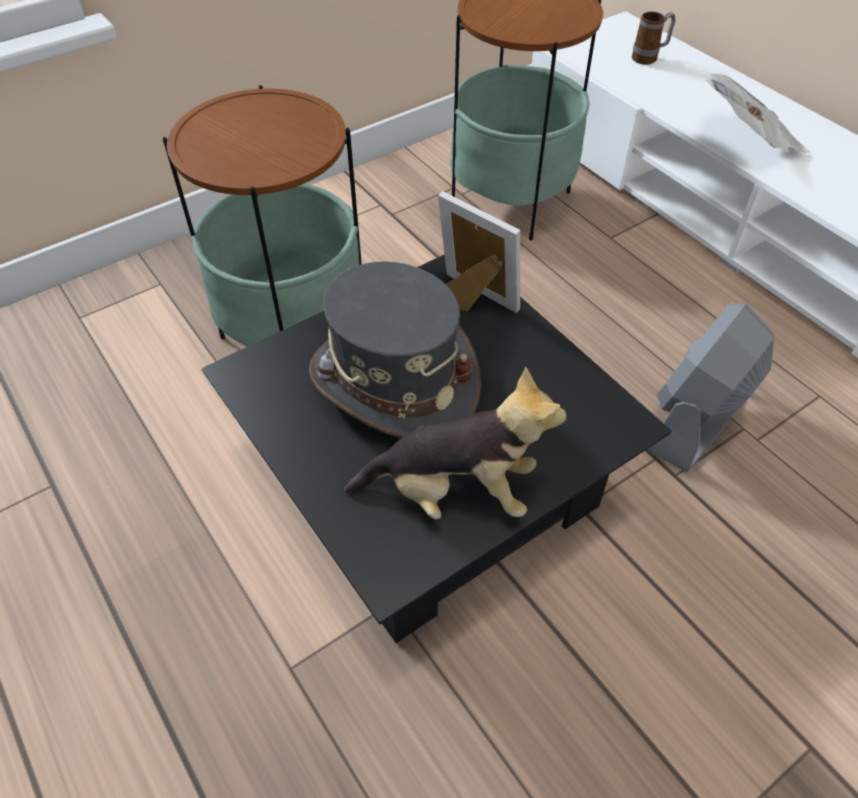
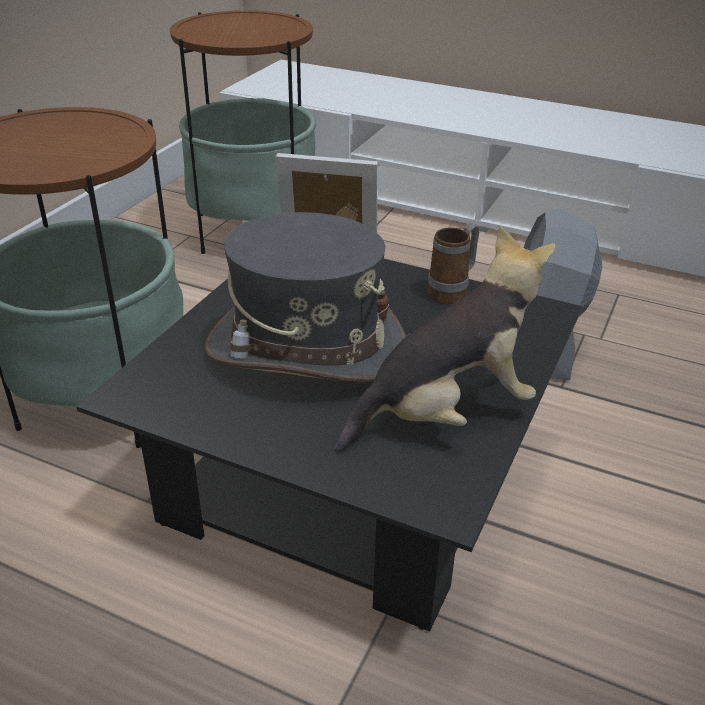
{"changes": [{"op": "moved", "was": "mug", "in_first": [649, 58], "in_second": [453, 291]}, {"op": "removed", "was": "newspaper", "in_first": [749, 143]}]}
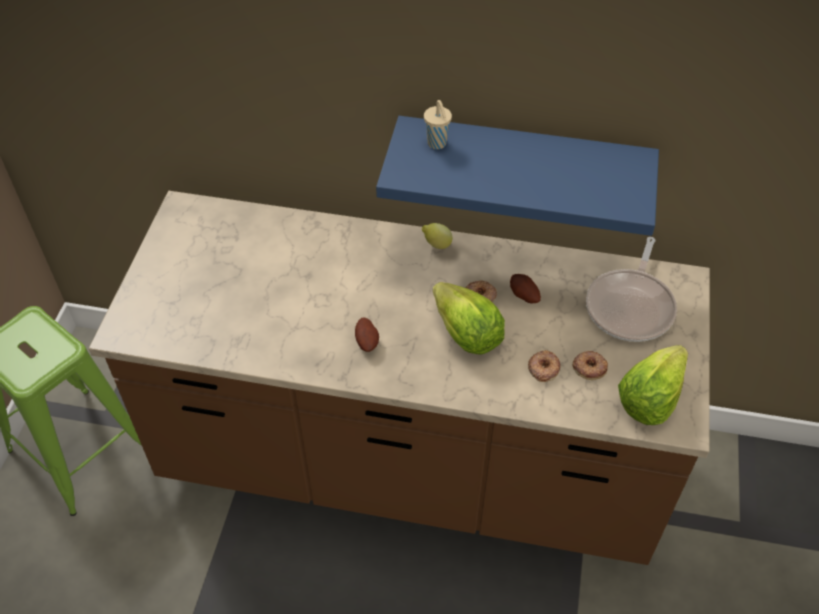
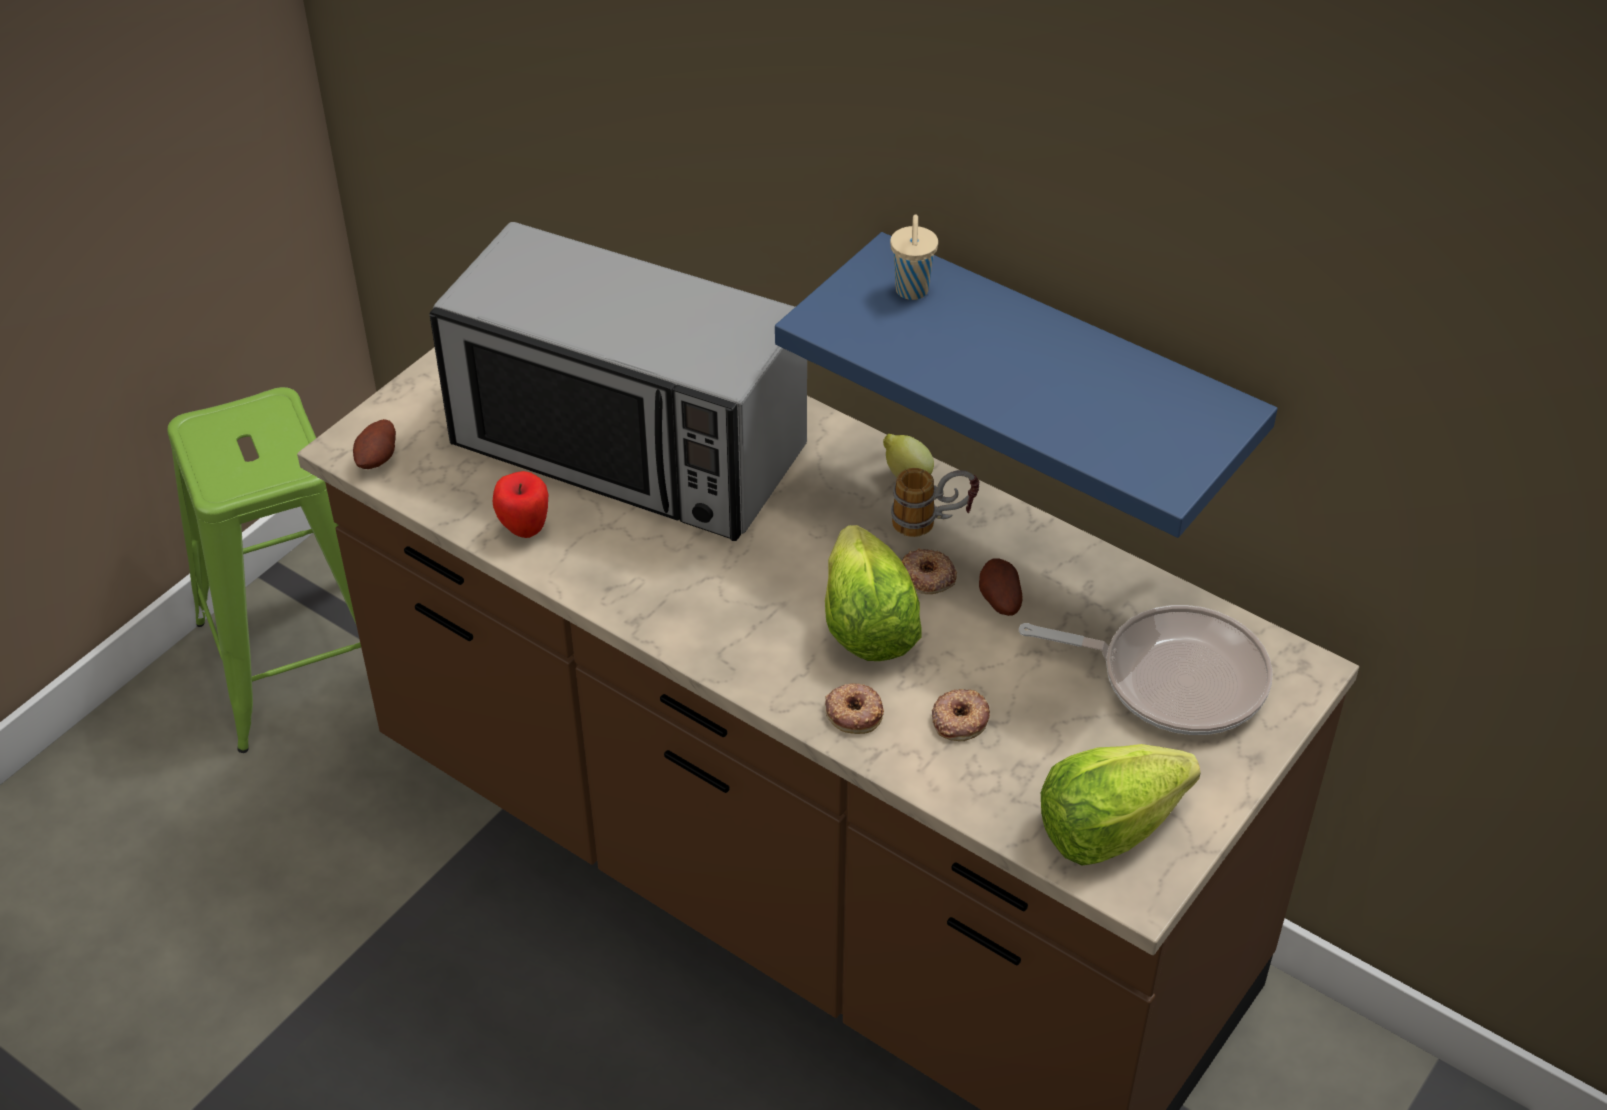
{"changes": [{"op": "moved", "was": "potato", "in_first": [367, 341], "in_second": [379, 459]}, {"op": "moved", "was": "donut", "in_first": [589, 367], "in_second": [854, 712]}, {"op": "turned", "was": "frying_pan", "in_first": [631, 306], "in_second": [1173, 678], "clockwise": -120}, {"op": "added", "now": "microwave", "in_second": [628, 448]}, {"op": "added", "now": "apple", "in_second": [525, 530]}, {"op": "added", "now": "mug", "in_second": [933, 523]}]}
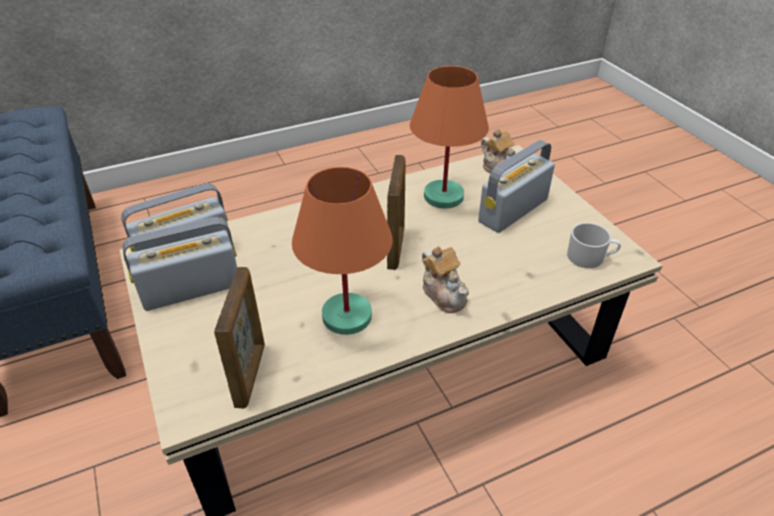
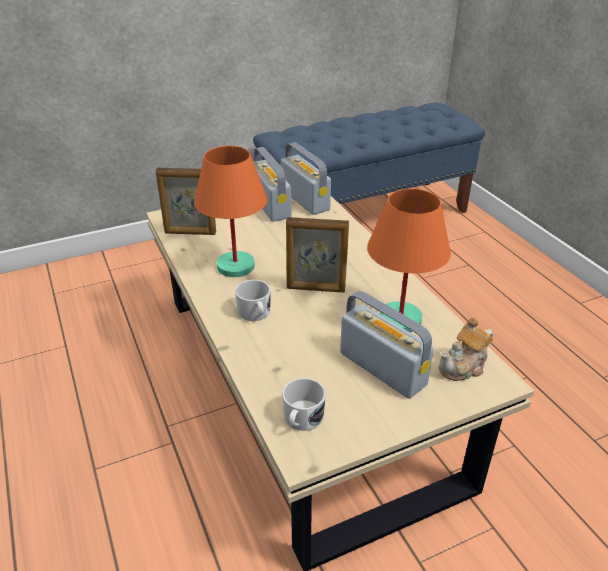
{"changes": [{"op": "replaced", "was": "teapot", "now": "white_mug", "in_first": [444, 293], "in_second": [255, 314]}]}
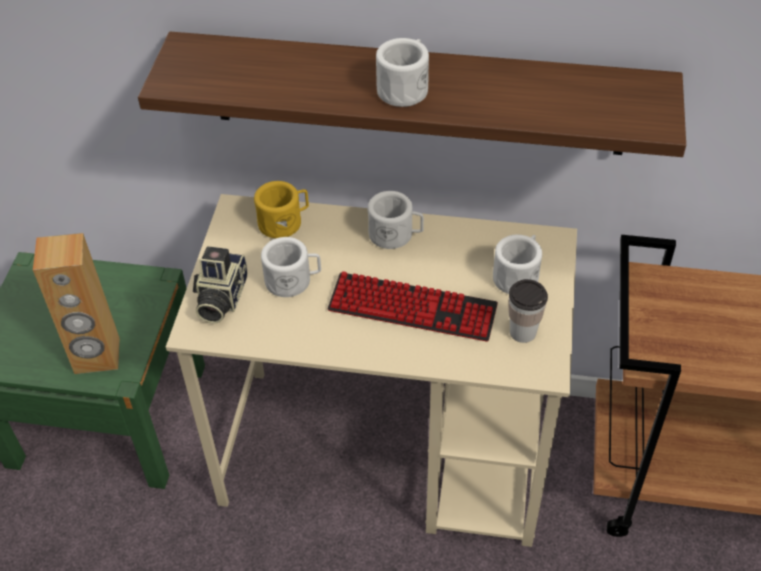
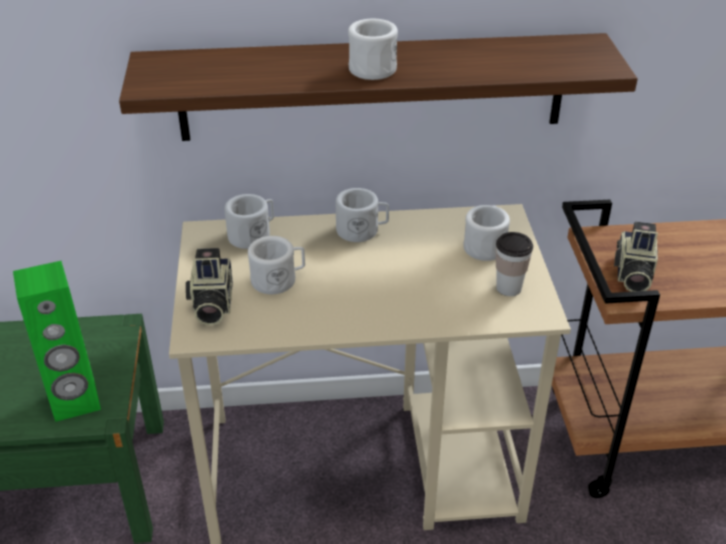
{"changes": [{"op": "recoloured", "was": "brown_speaker", "now": "green_speaker", "in_first": [97, 356], "in_second": [75, 402]}, {"op": "recoloured", "was": "yellow_mug", "now": "white_mug", "in_first": [284, 222], "in_second": [253, 235]}, {"op": "removed", "was": "keyboard", "in_first": [412, 309]}, {"op": "added", "now": "photo_camera", "in_second": [632, 275]}]}
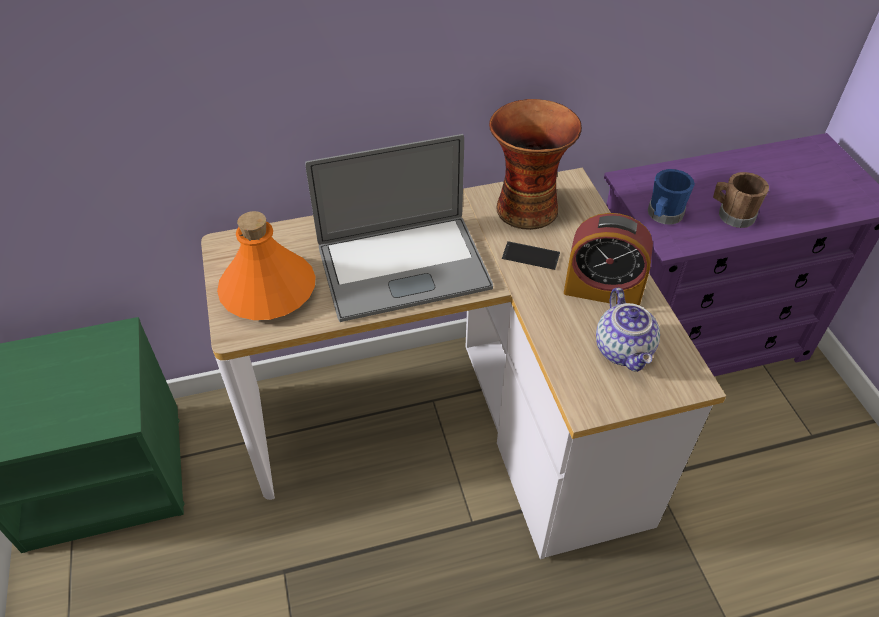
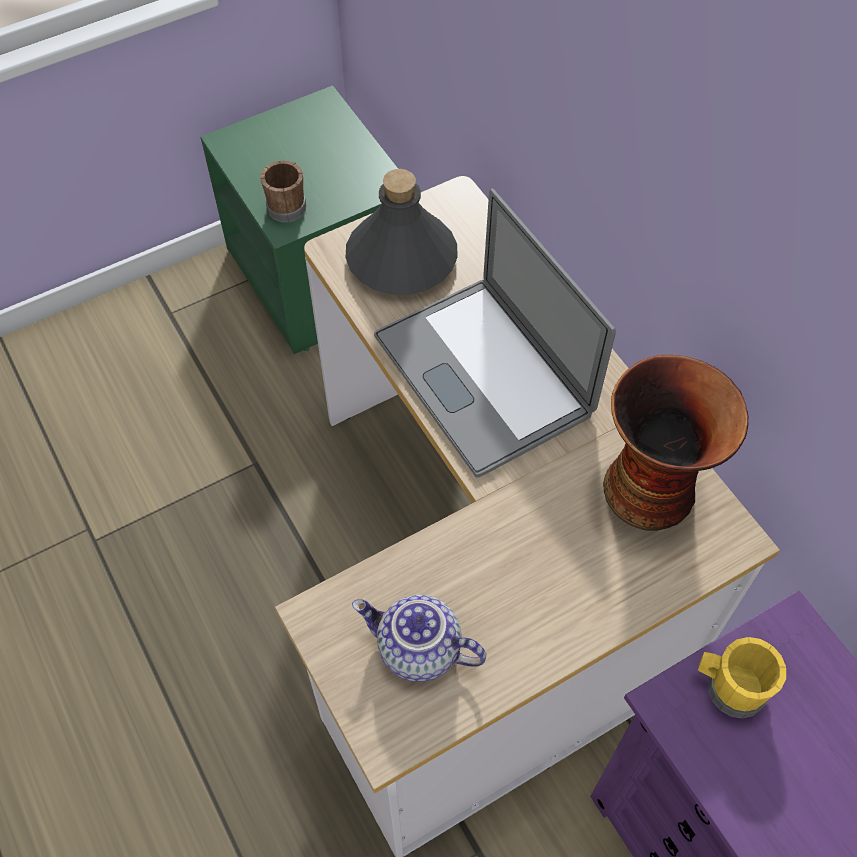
{"changes": [{"op": "recoloured", "was": "orange_bottle", "now": "grey_bottle", "in_first": [267, 290], "in_second": [402, 258]}, {"op": "removed", "was": "phone", "in_first": [530, 256]}, {"op": "removed", "was": "alarm_clock", "in_first": [602, 290]}, {"op": "turned", "was": "teapot", "in_first": [625, 350], "in_second": [417, 651], "clockwise": 45}, {"op": "recoloured", "was": "blue_mug", "now": "yellow_mug", "in_first": [663, 215], "in_second": [729, 687]}, {"op": "moved", "was": "brown_mug", "in_first": [732, 215], "in_second": [288, 204]}]}
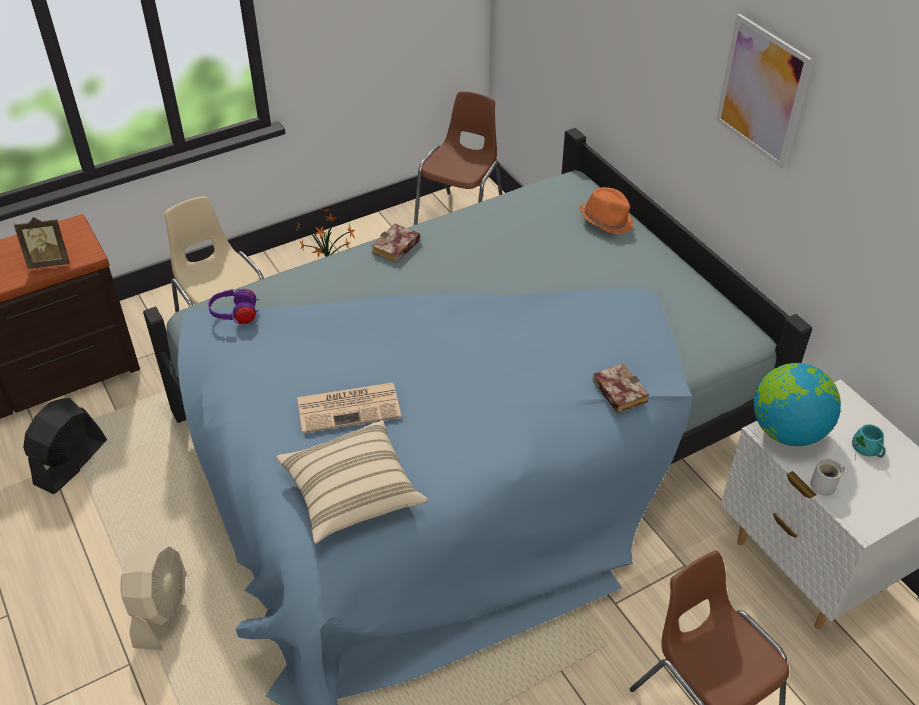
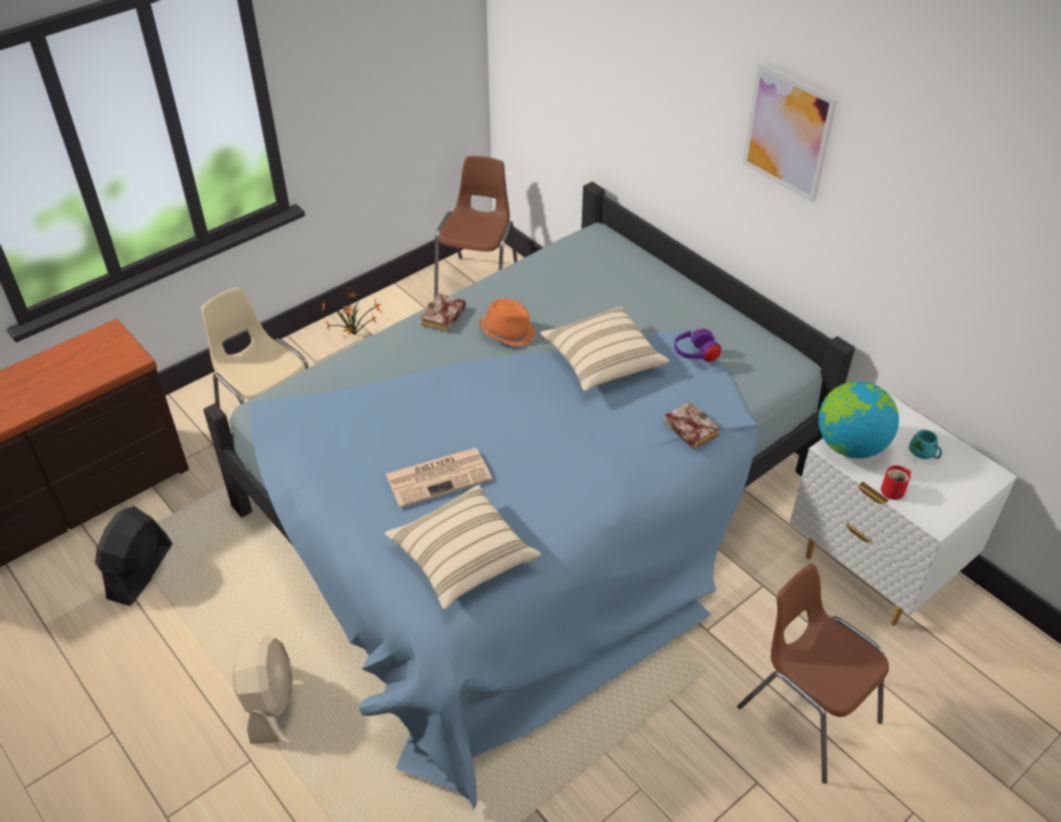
{"changes": [{"op": "removed", "was": "picture_frame", "in_first": [50, 262]}, {"op": "moved", "was": "purple_headphones", "in_first": [236, 315], "in_second": [696, 355]}, {"op": "moved", "was": "orange_hat", "in_first": [606, 220], "in_second": [507, 331]}, {"op": "recoloured", "was": "white_mug", "now": "red_mug", "in_first": [825, 485], "in_second": [894, 490]}, {"op": "added", "now": "beige_pillow", "in_second": [602, 362]}]}
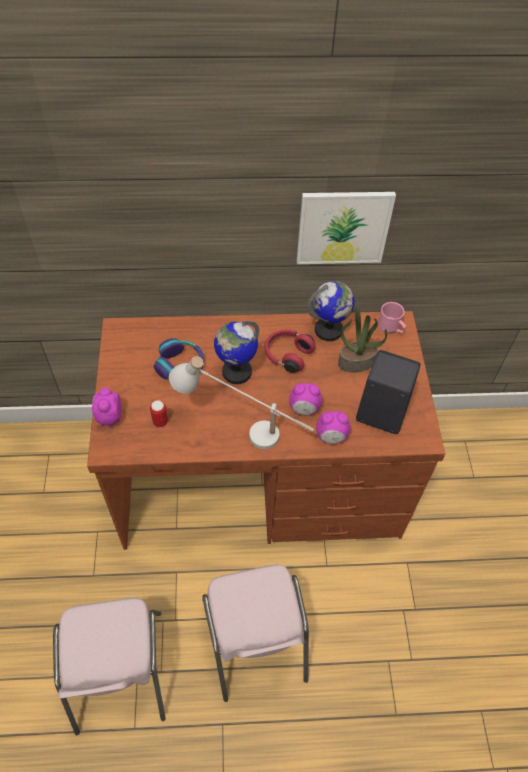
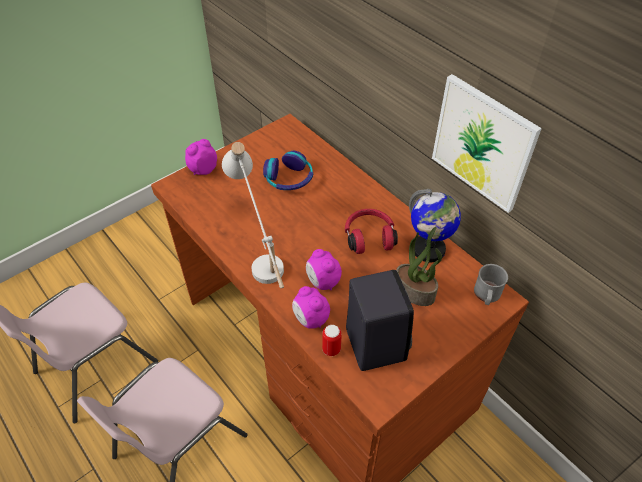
{"changes": [{"op": "moved", "was": "can", "in_first": [160, 421], "in_second": [331, 349]}, {"op": "removed", "was": "globe", "in_first": [236, 372]}, {"op": "recoloured", "was": "pink_mug", "now": "grey_mug", "in_first": [391, 327], "in_second": [486, 295]}]}
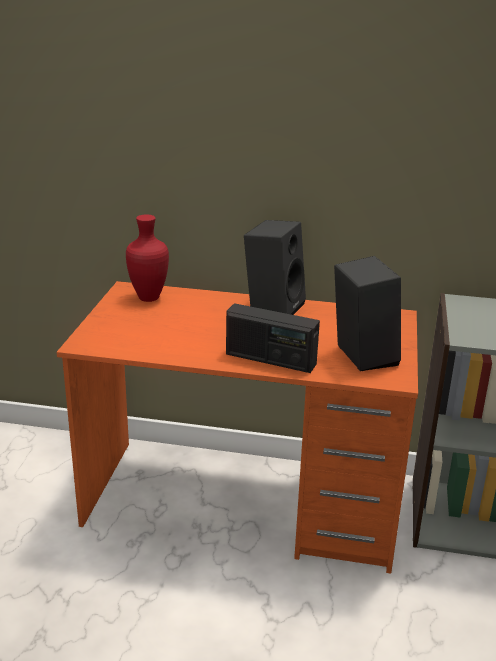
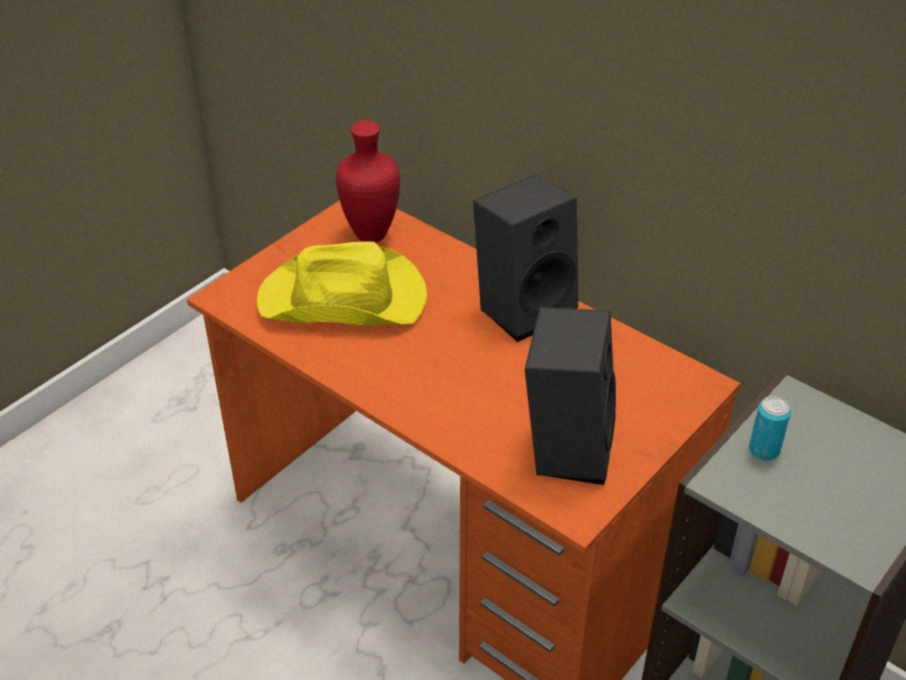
{"changes": [{"op": "removed", "was": "radio", "in_first": [270, 359]}, {"op": "added", "now": "yellow_hat", "in_second": [344, 300]}, {"op": "added", "now": "can", "in_second": [764, 450]}]}
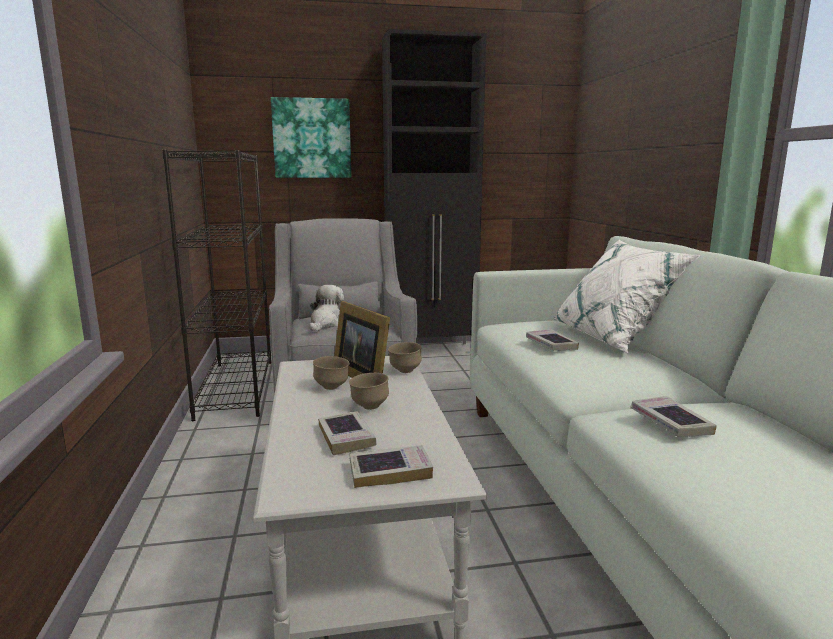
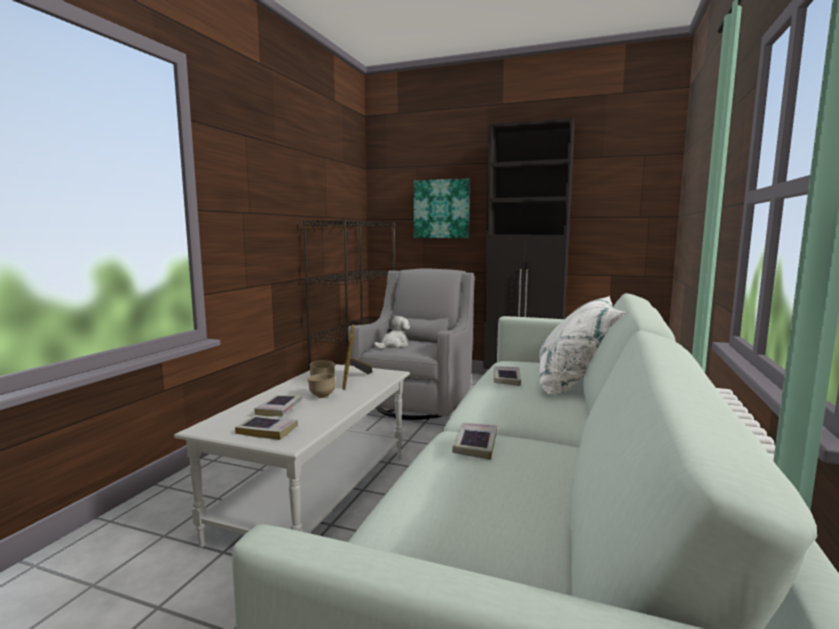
{"changes": [{"op": "removed", "was": "brown_bowl", "in_first": [405, 371]}]}
